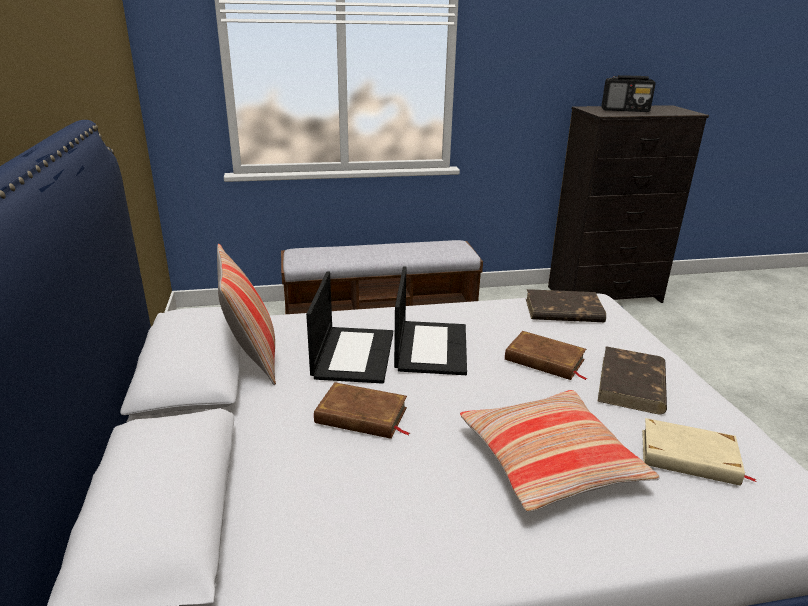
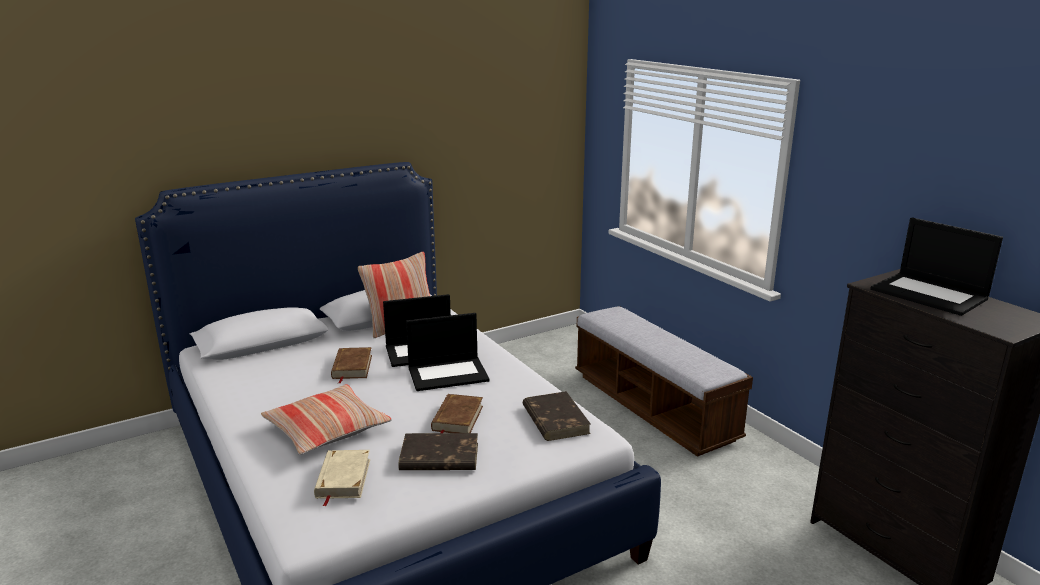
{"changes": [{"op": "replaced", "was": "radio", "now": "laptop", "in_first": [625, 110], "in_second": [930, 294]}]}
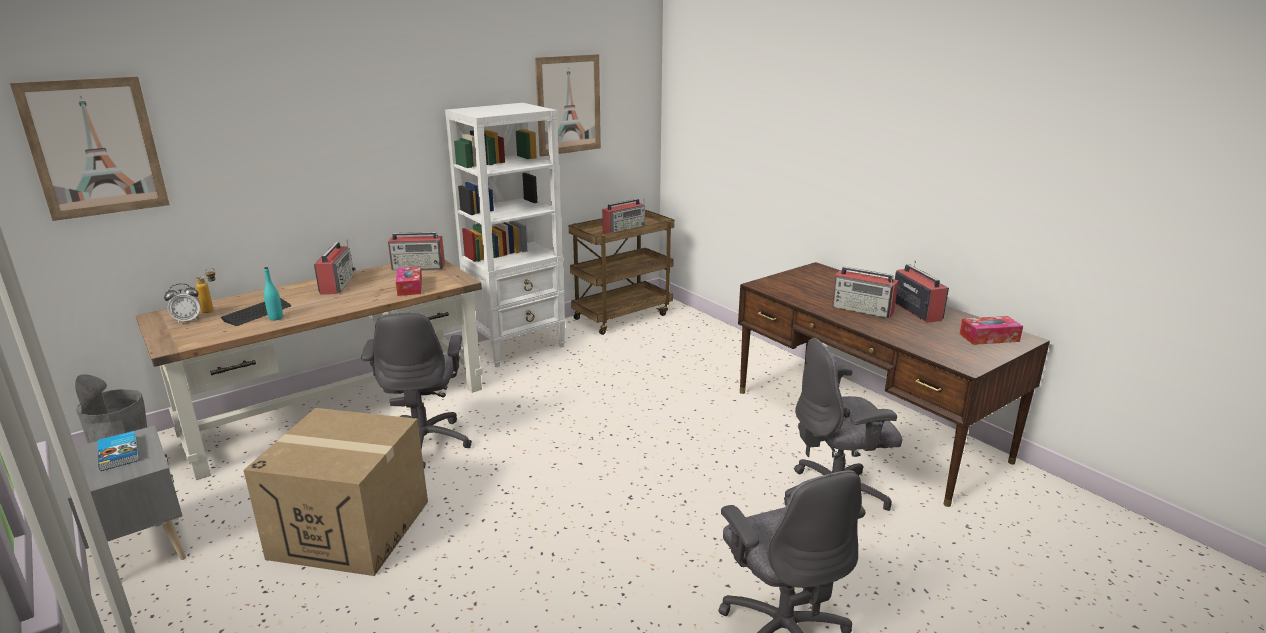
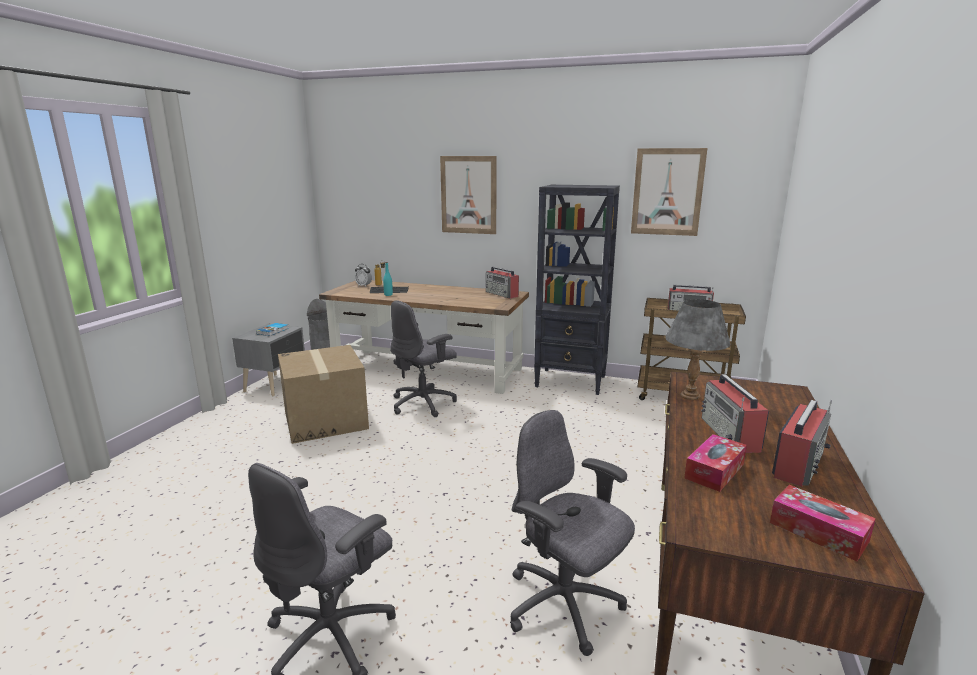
{"changes": [{"op": "moved", "was": "picture", "in_first": [95, 148], "in_second": [468, 195]}, {"op": "removed", "was": "radio", "in_first": [337, 284]}, {"op": "moved", "was": "tissue_box", "in_first": [410, 287], "in_second": [714, 471]}, {"op": "recoloured", "was": "white_bookcase", "now": "black_bookcase", "in_first": [517, 346], "in_second": [571, 382]}, {"op": "added", "now": "grey_table_lamp", "in_second": [690, 396]}]}
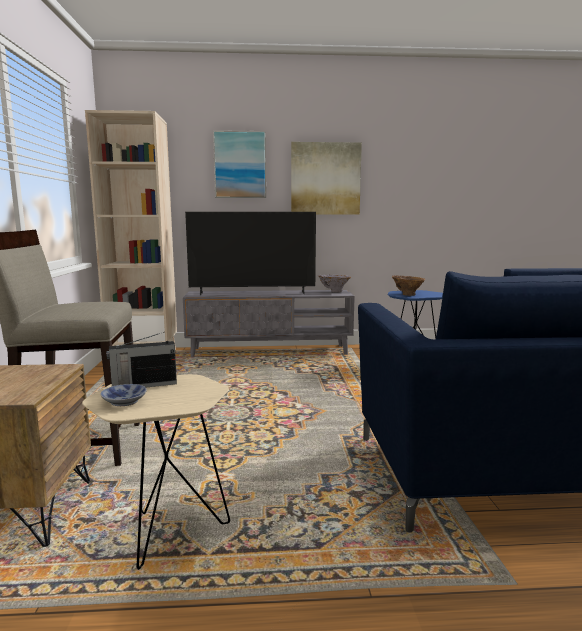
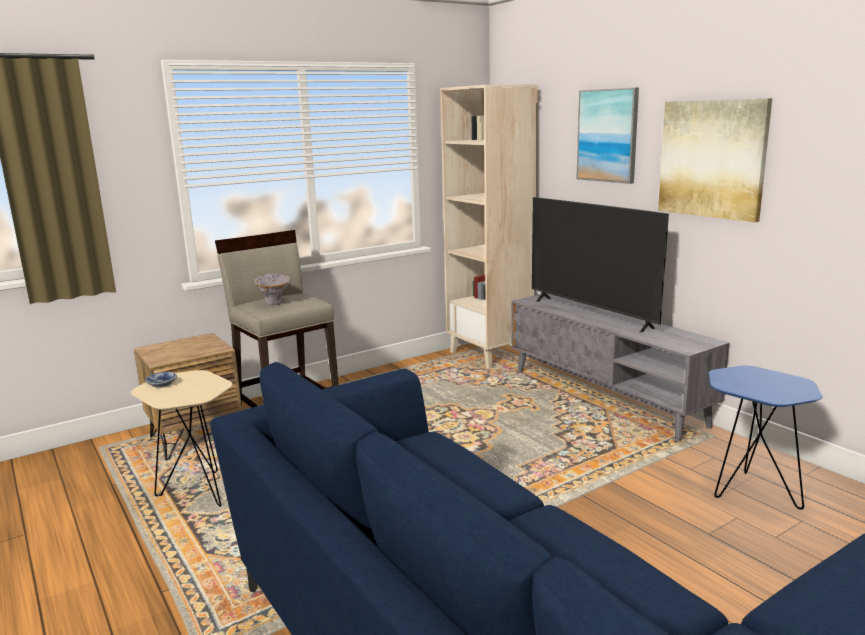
{"changes": [{"op": "removed", "was": "radio", "in_first": [143, 385]}, {"op": "moved", "was": "grey_vase", "in_first": [333, 291], "in_second": [274, 302]}, {"op": "removed", "was": "brown_vase", "in_first": [407, 294]}]}
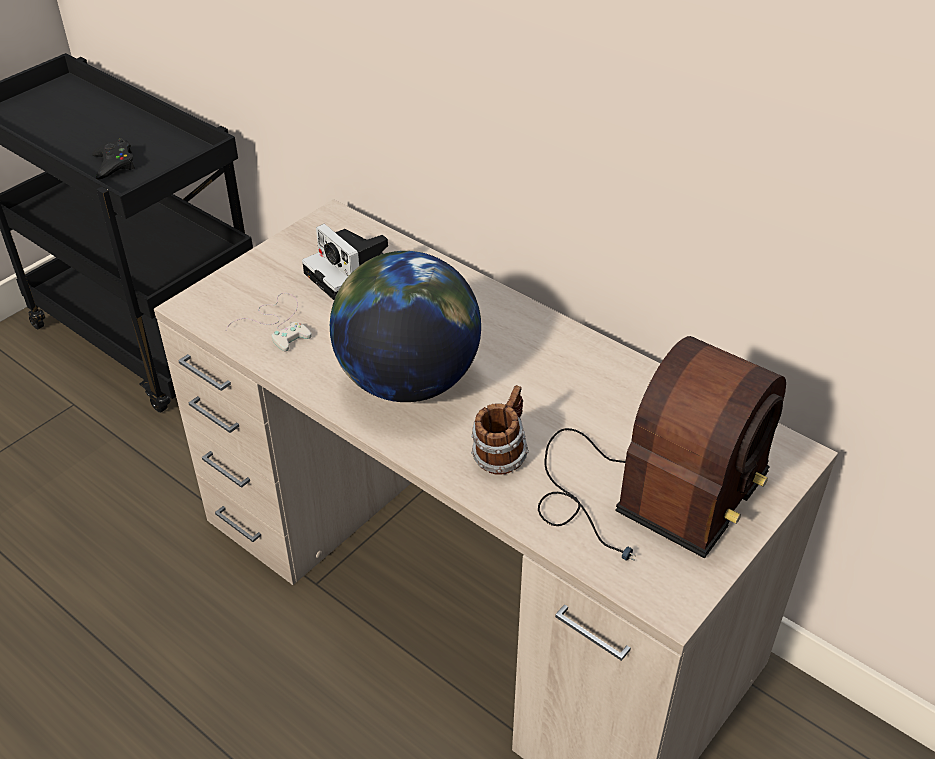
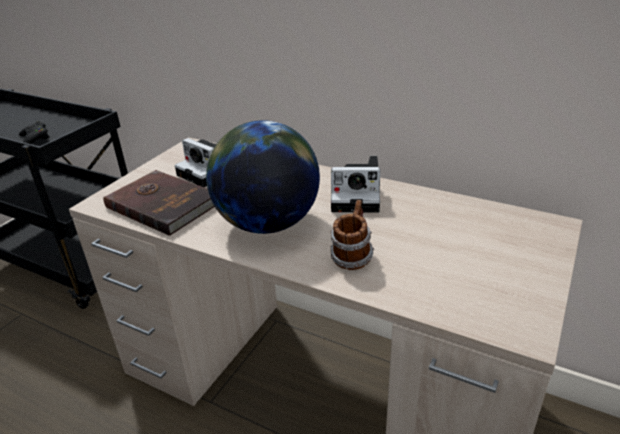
{"changes": [{"op": "replaced", "was": "white_game_controller", "now": "brown_book", "in_first": [278, 323], "in_second": [164, 204]}, {"op": "removed", "was": "radio", "in_first": [648, 493]}, {"op": "added", "now": "photo_camera", "in_second": [358, 196]}]}
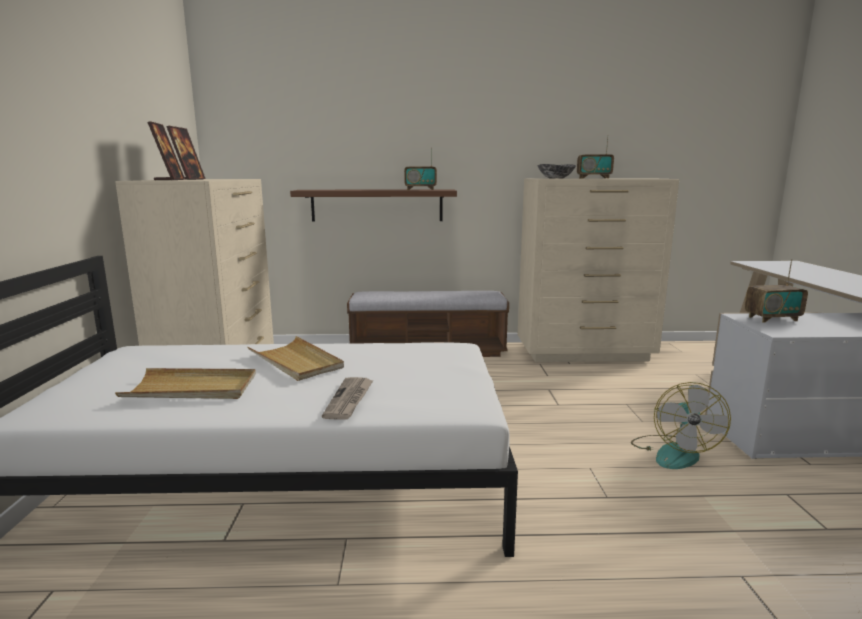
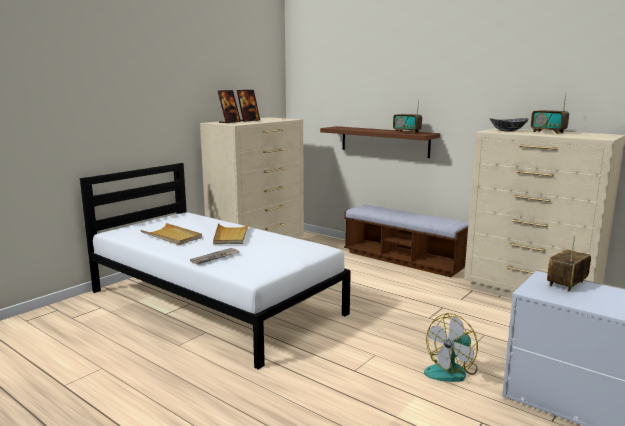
{"changes": [{"op": "turned", "was": "radio", "in_first": [772, 319], "in_second": [567, 284], "clockwise": 105}]}
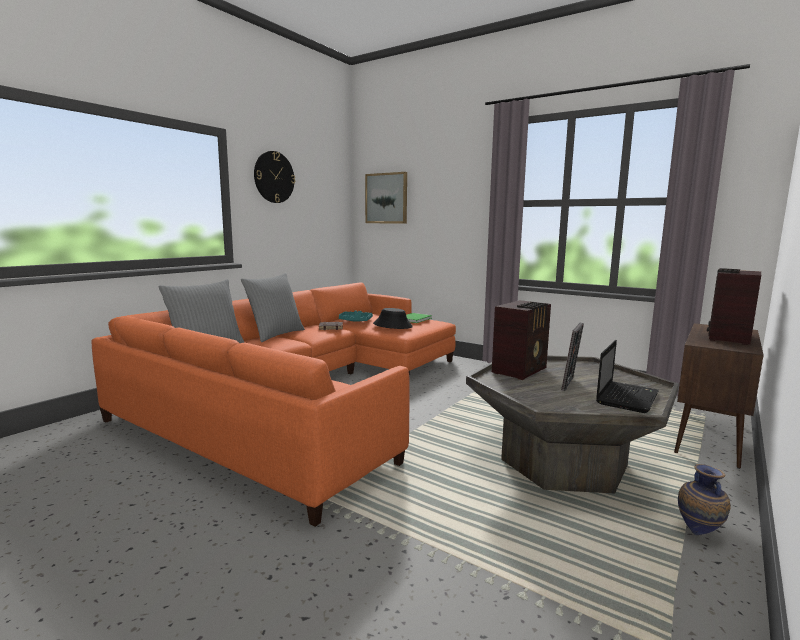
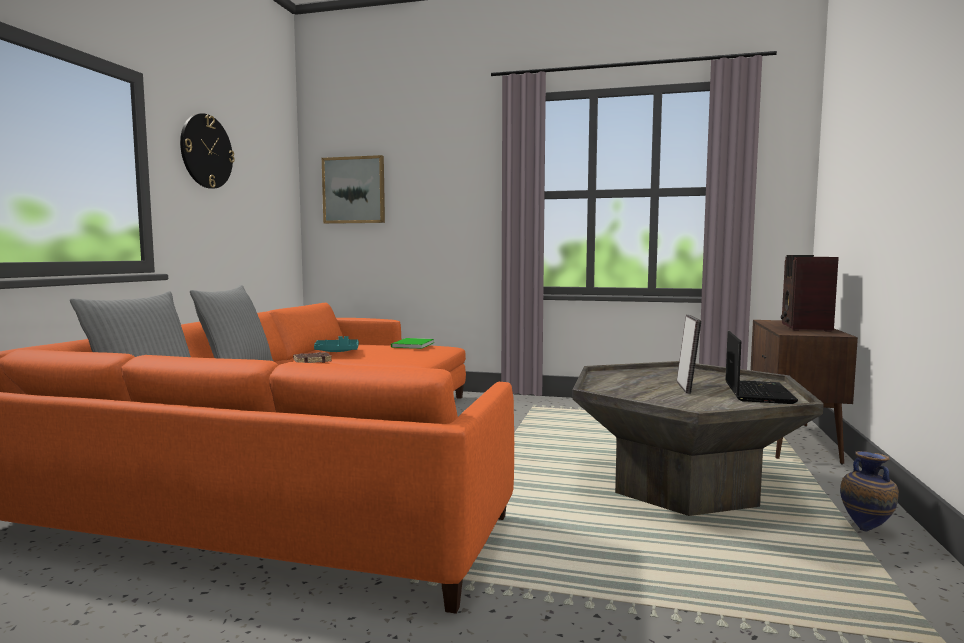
{"changes": [{"op": "removed", "was": "black_hat", "in_first": [392, 325]}, {"op": "removed", "was": "radio", "in_first": [521, 370]}]}
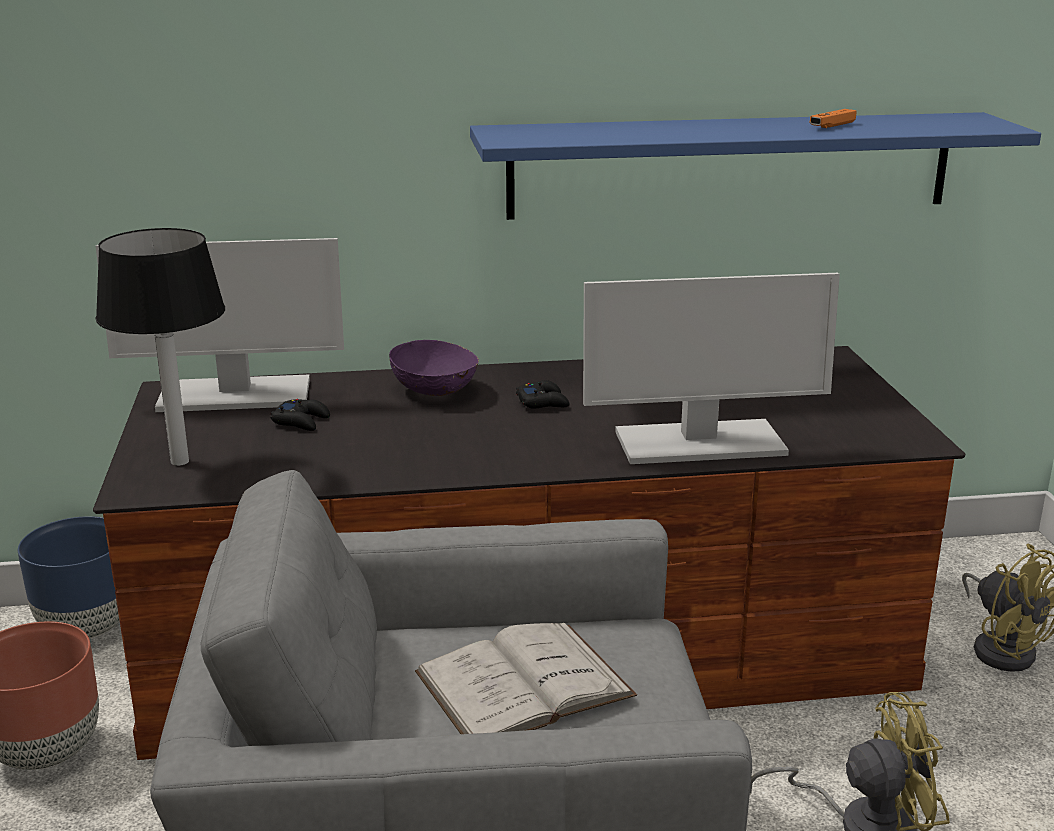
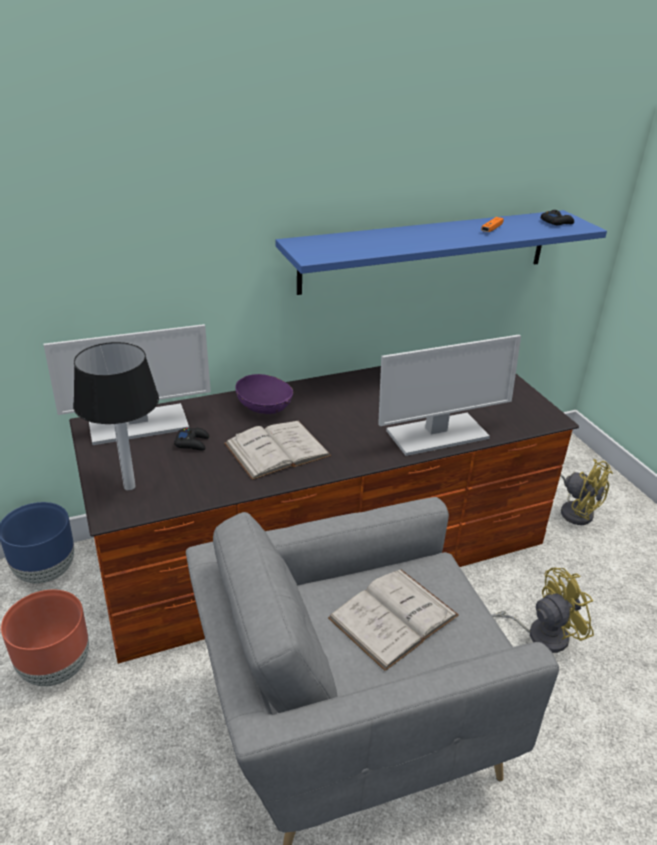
{"changes": [{"op": "moved", "was": "black_game_controller", "in_first": [543, 402], "in_second": [556, 222]}, {"op": "added", "now": "white_book", "in_second": [277, 449]}]}
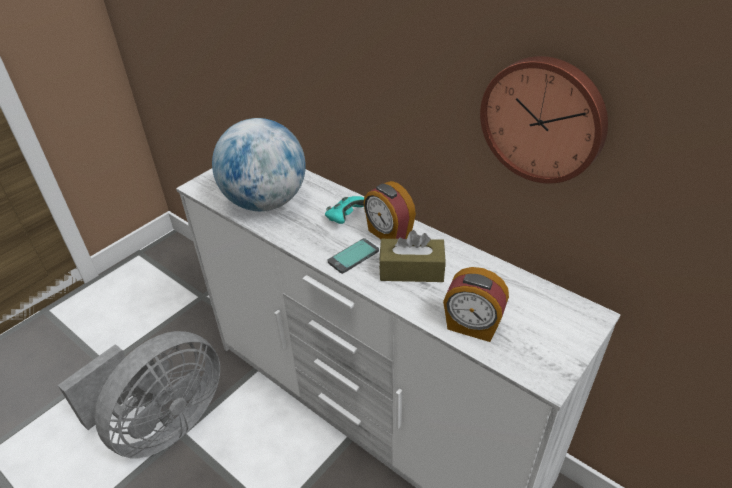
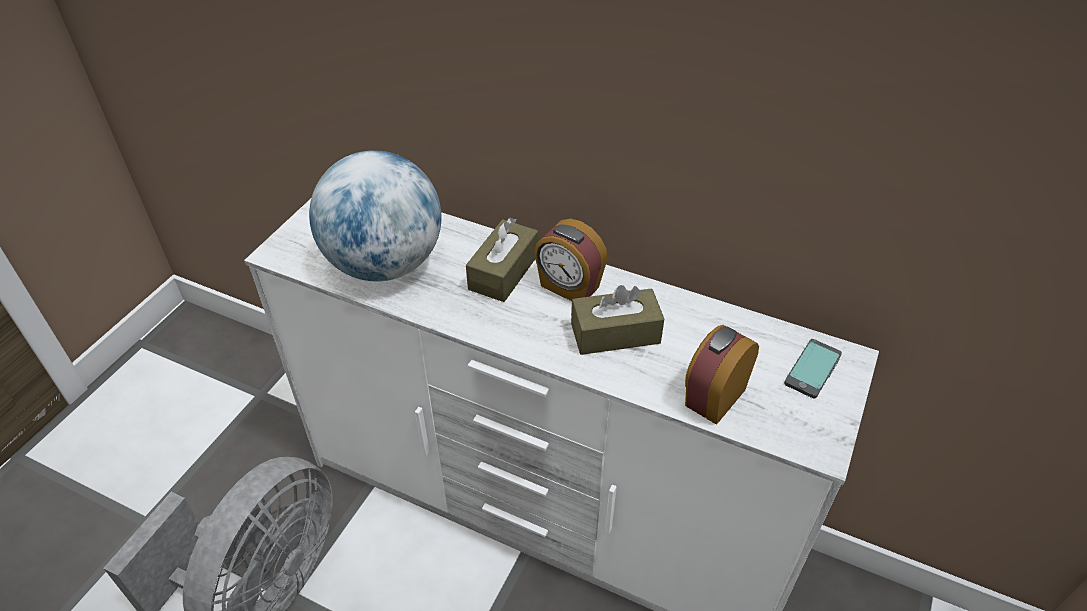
{"changes": [{"op": "replaced", "was": "turquoise_game_controller", "now": "brown_tissue_box", "in_first": [345, 218], "in_second": [503, 272]}, {"op": "moved", "was": "phone", "in_first": [353, 257], "in_second": [813, 369]}, {"op": "turned", "was": "alarm_clock", "in_first": [472, 326], "in_second": [713, 397], "clockwise": 120}, {"op": "removed", "was": "wall_clock", "in_first": [544, 119]}]}
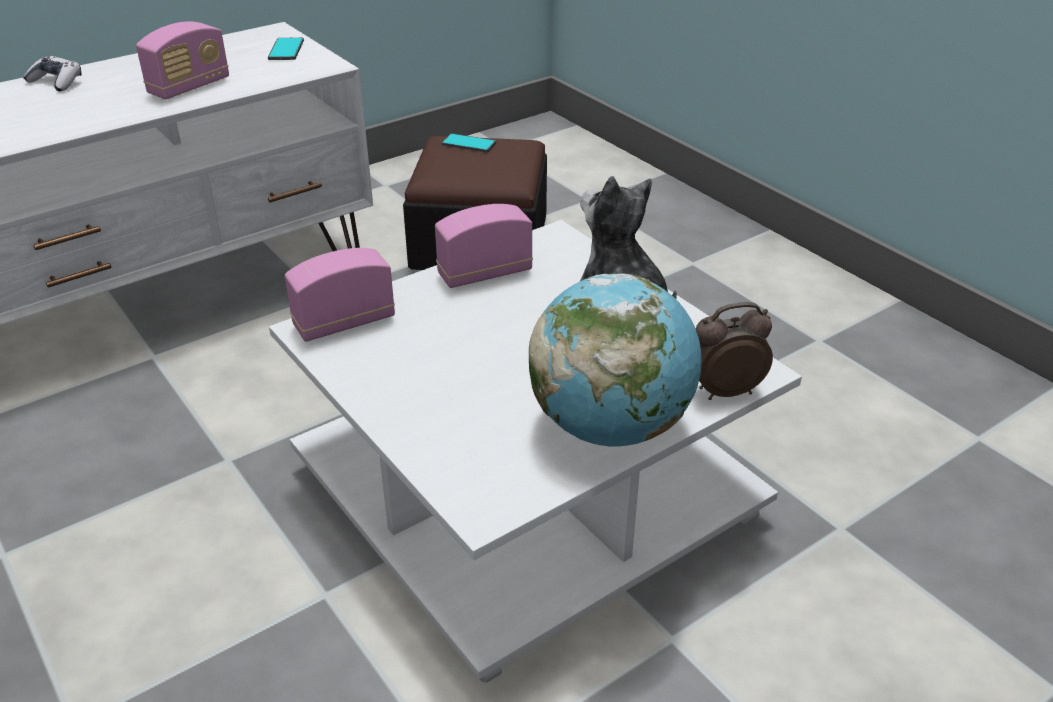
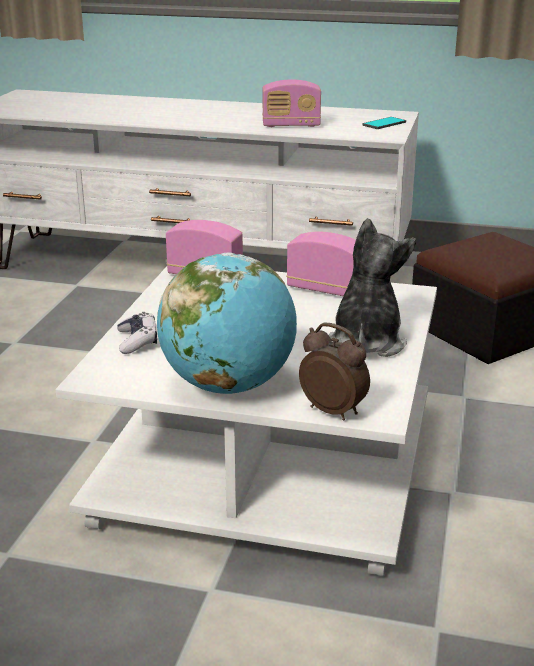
{"changes": [{"op": "moved", "was": "game_controller", "in_first": [56, 82], "in_second": [137, 341]}, {"op": "removed", "was": "phone", "in_first": [469, 144]}]}
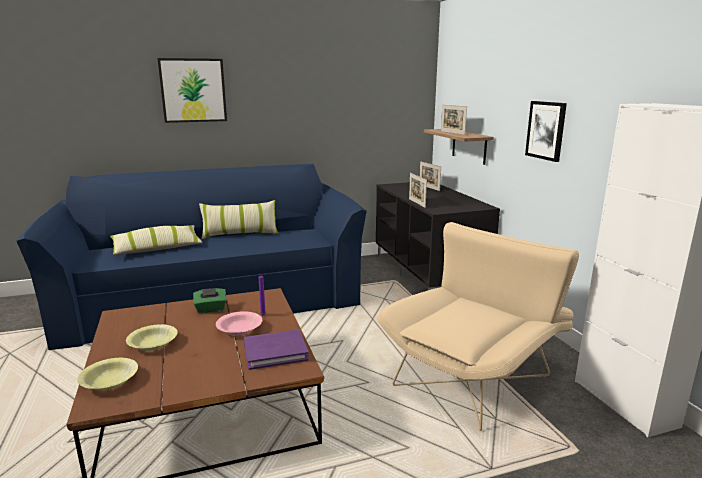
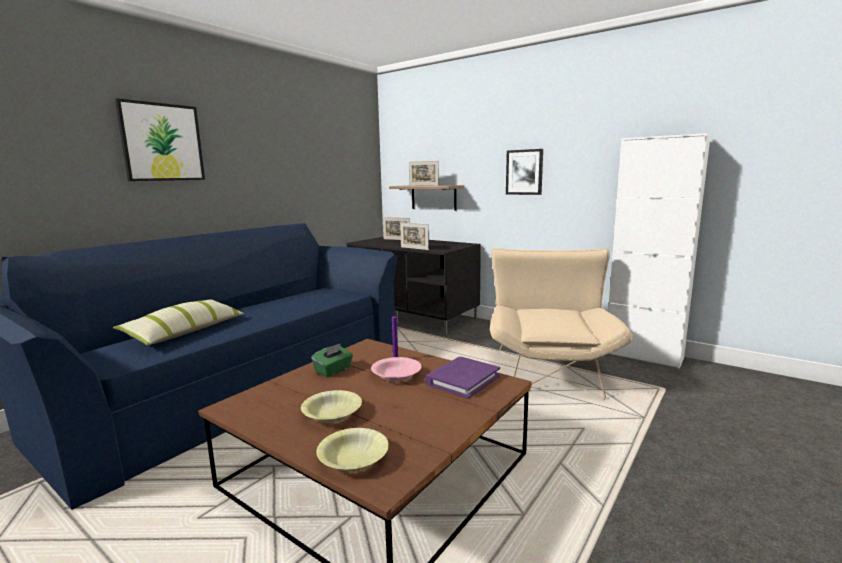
{"changes": [{"op": "removed", "was": "pillow", "in_first": [240, 234]}]}
